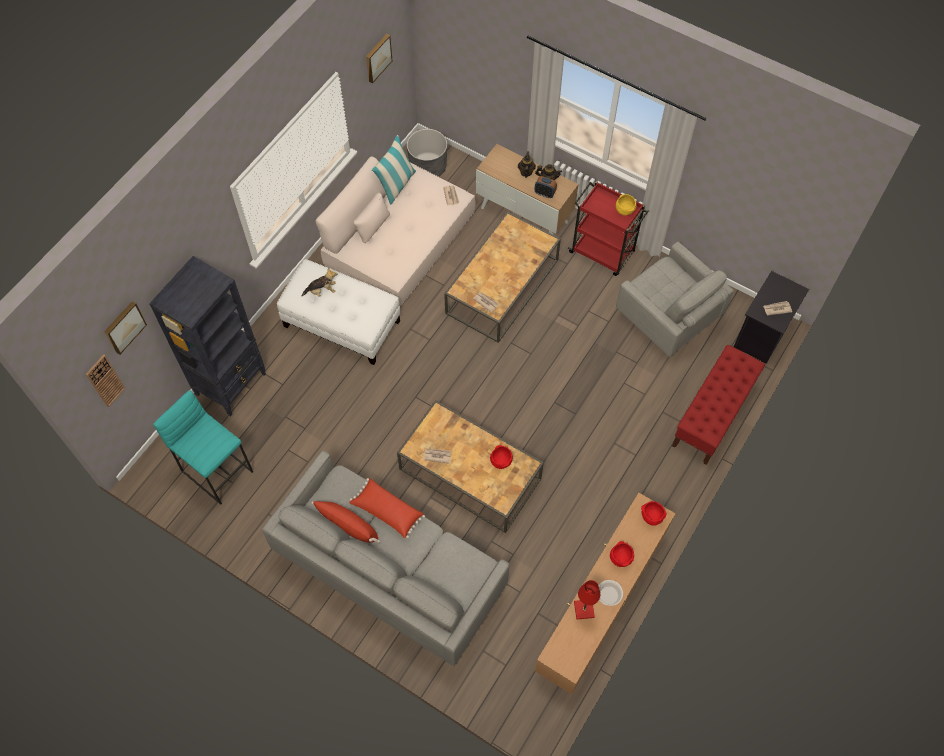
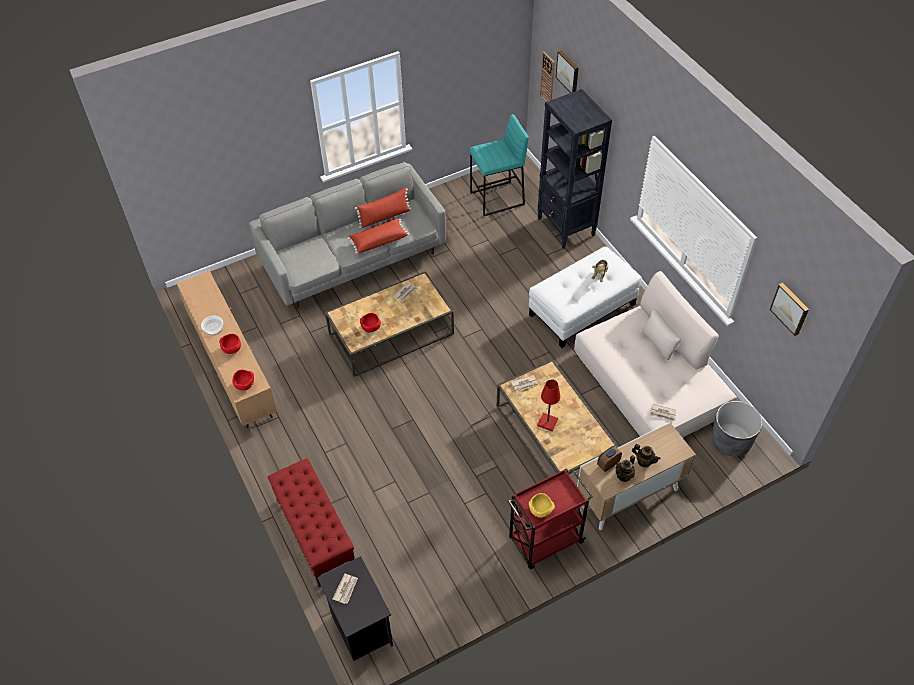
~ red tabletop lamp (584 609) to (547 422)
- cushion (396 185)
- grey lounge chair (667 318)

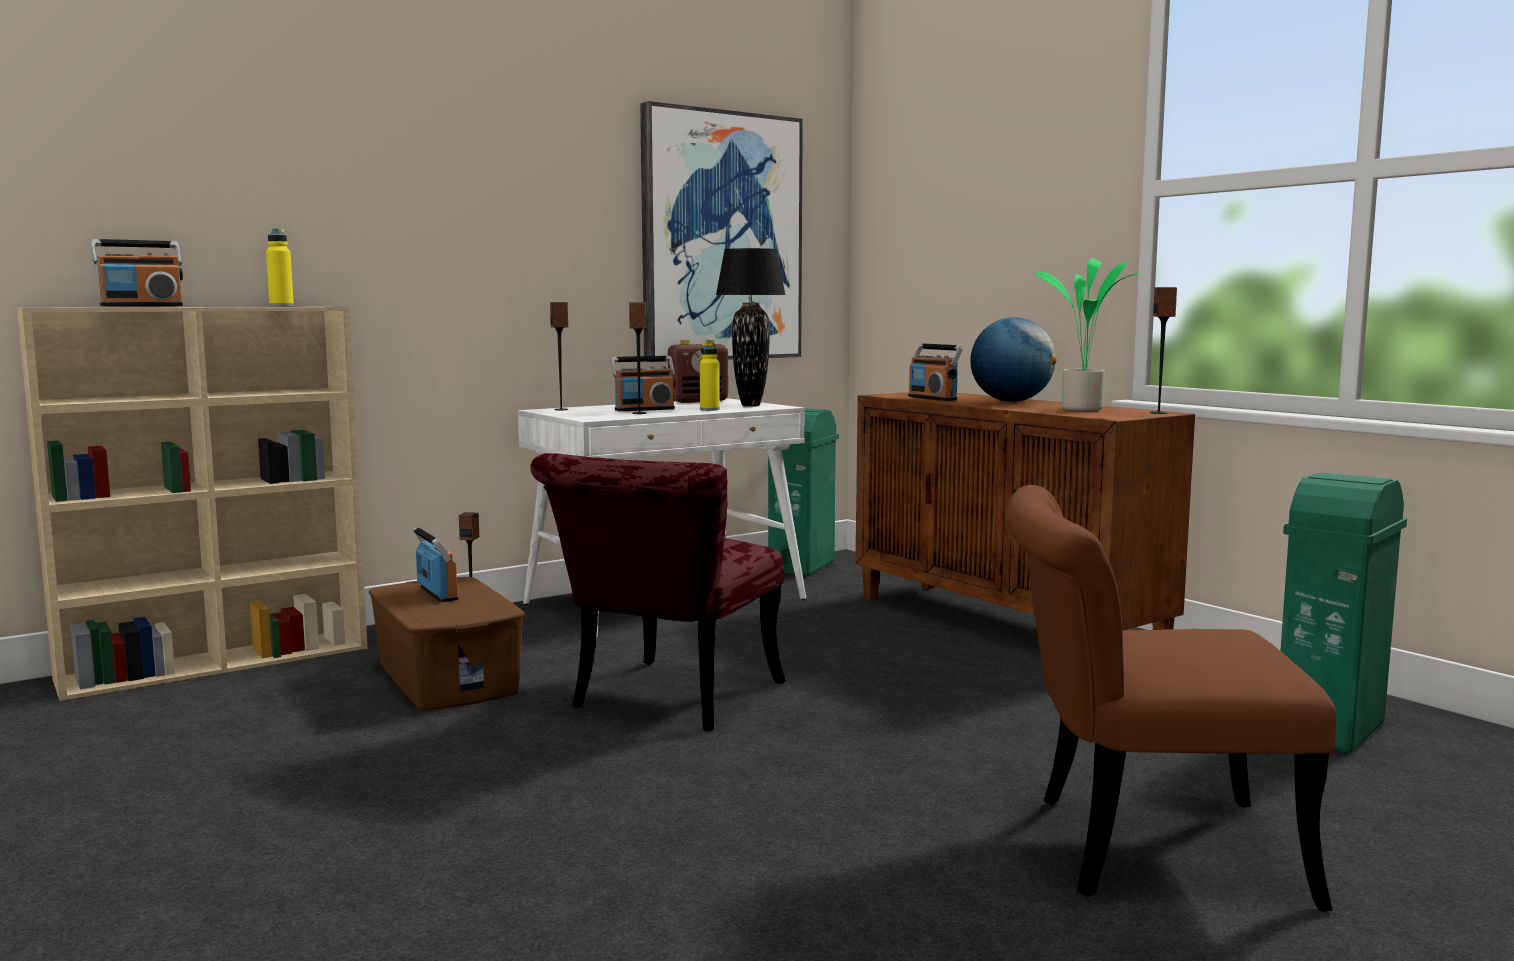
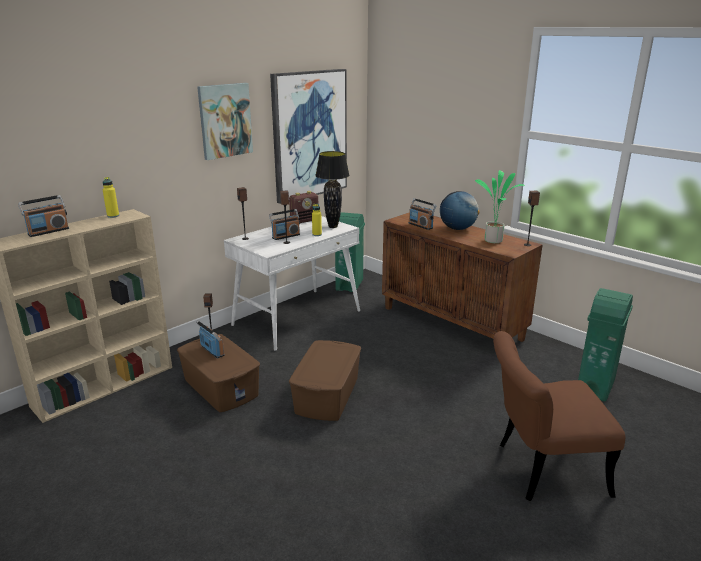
+ wall picture (225 120)
~ red plain chair (667 702) to brown-coloured storage bin (326 395)

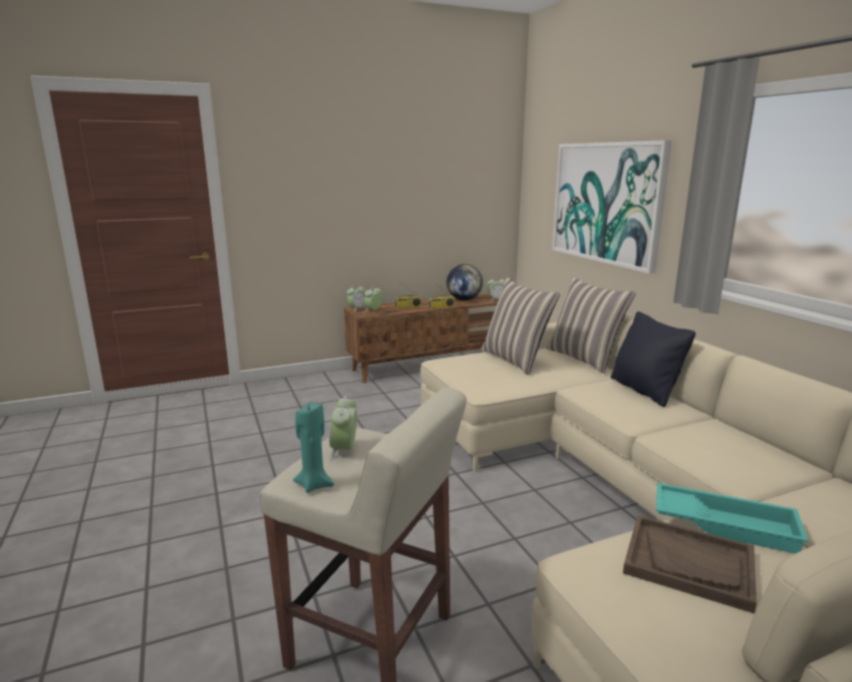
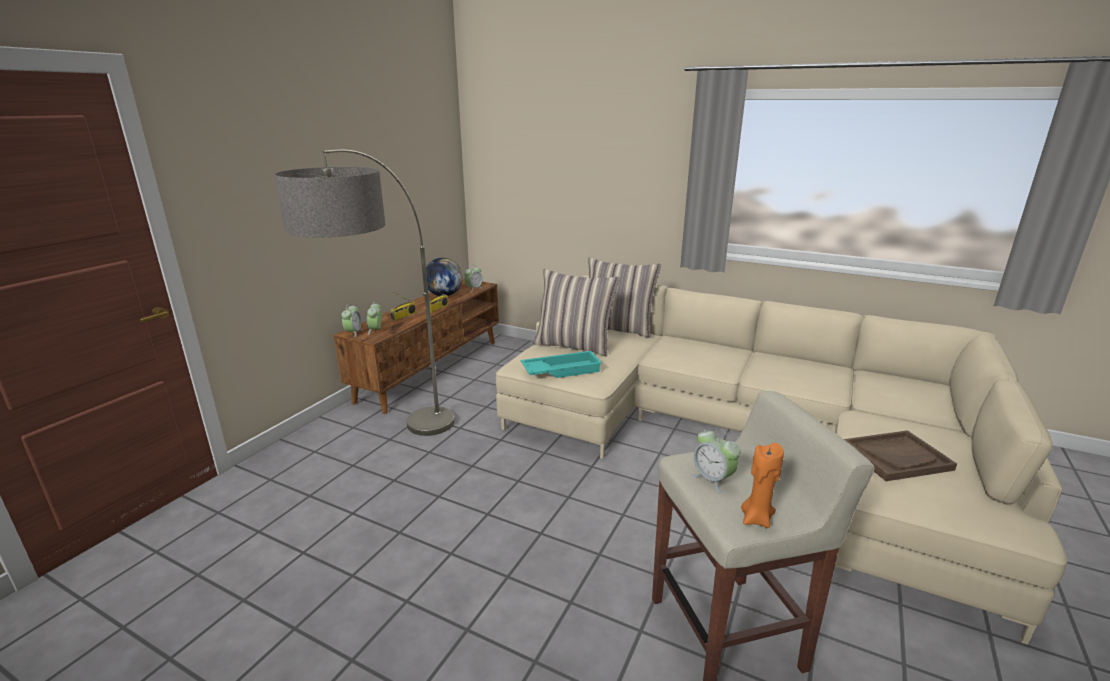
+ standard lamp (393 452)
~ turquoise-coloured carrying tray (725 523) to (561 370)
~ turquoise-coloured wax candle (314 484) to orange wax candle (756 519)
- wall picture (606 203)
- blackish cushion (644 390)

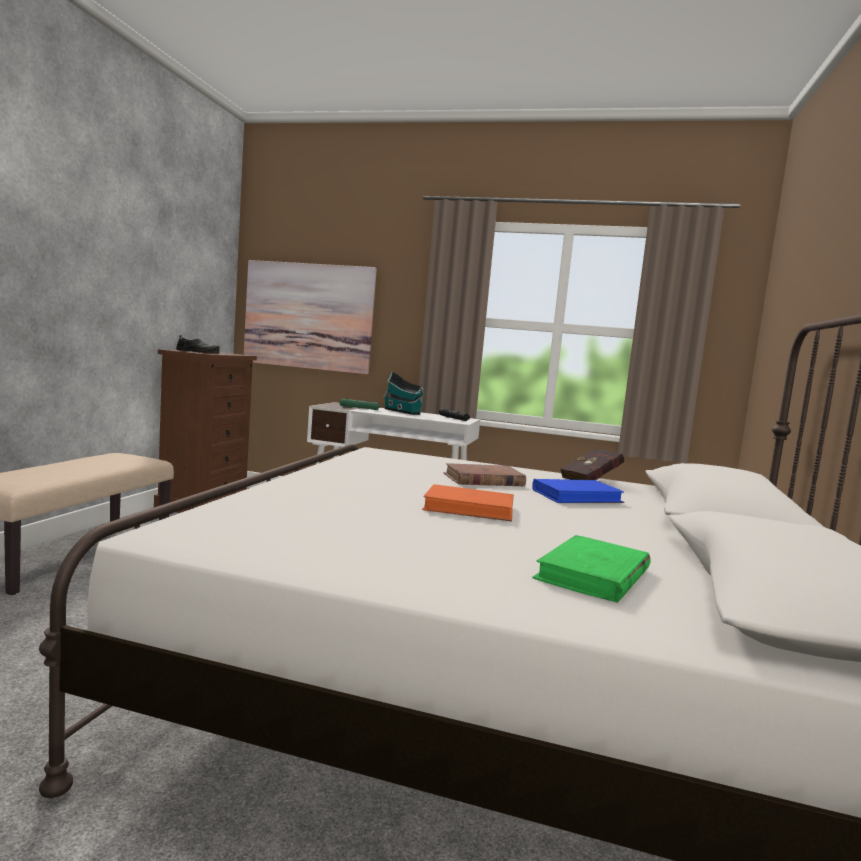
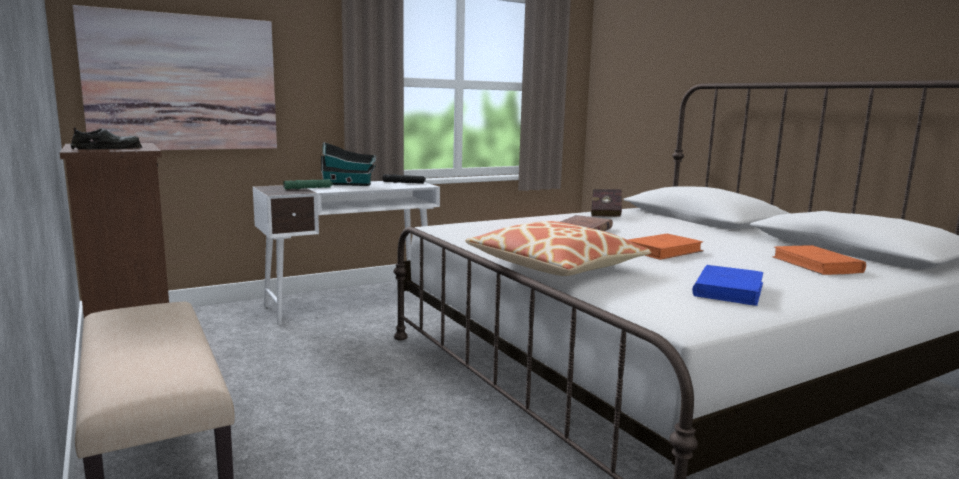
+ cushion (556 266)
~ bluish bound book (577 496) to (728 290)
~ green bound book (593 575) to orange bound book (817 265)

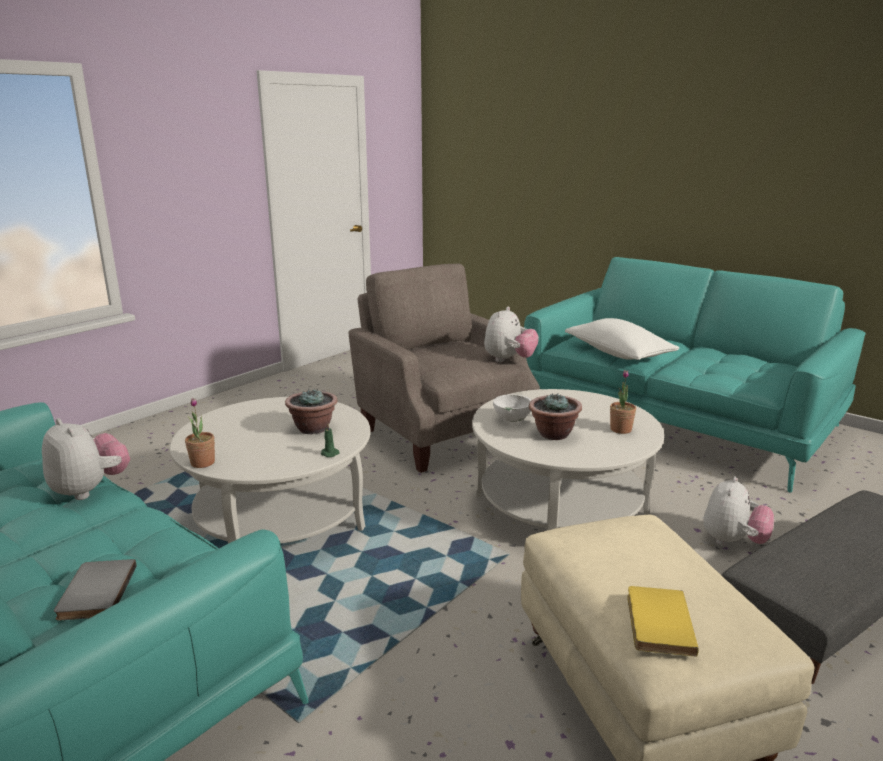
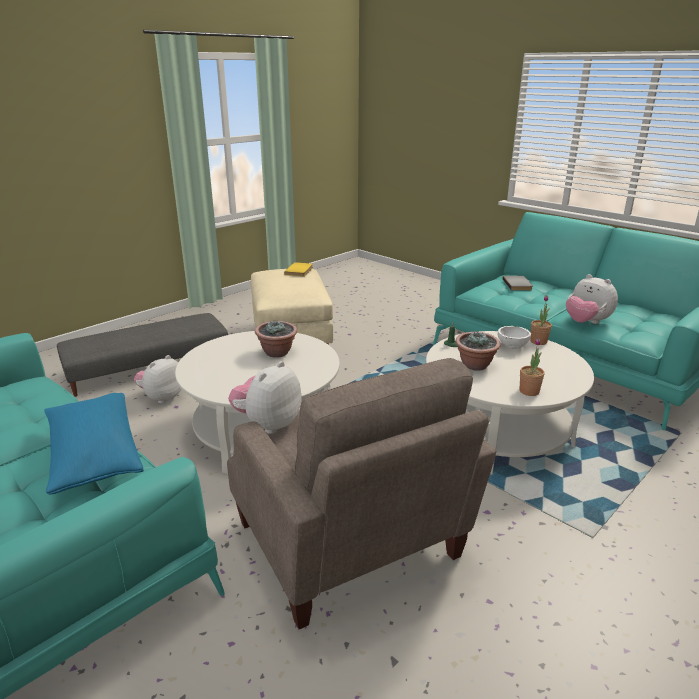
~ whitish cushion (618 354) to bluish cushion (94 456)
~ whitish deep dish (511 420) to (512 347)
~ potted plant (620 429) to (529 391)

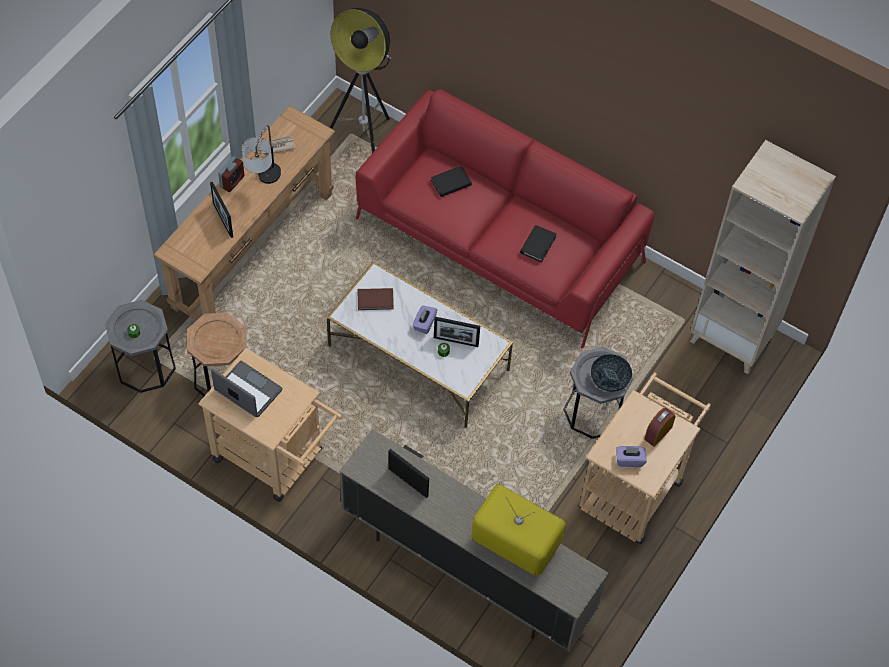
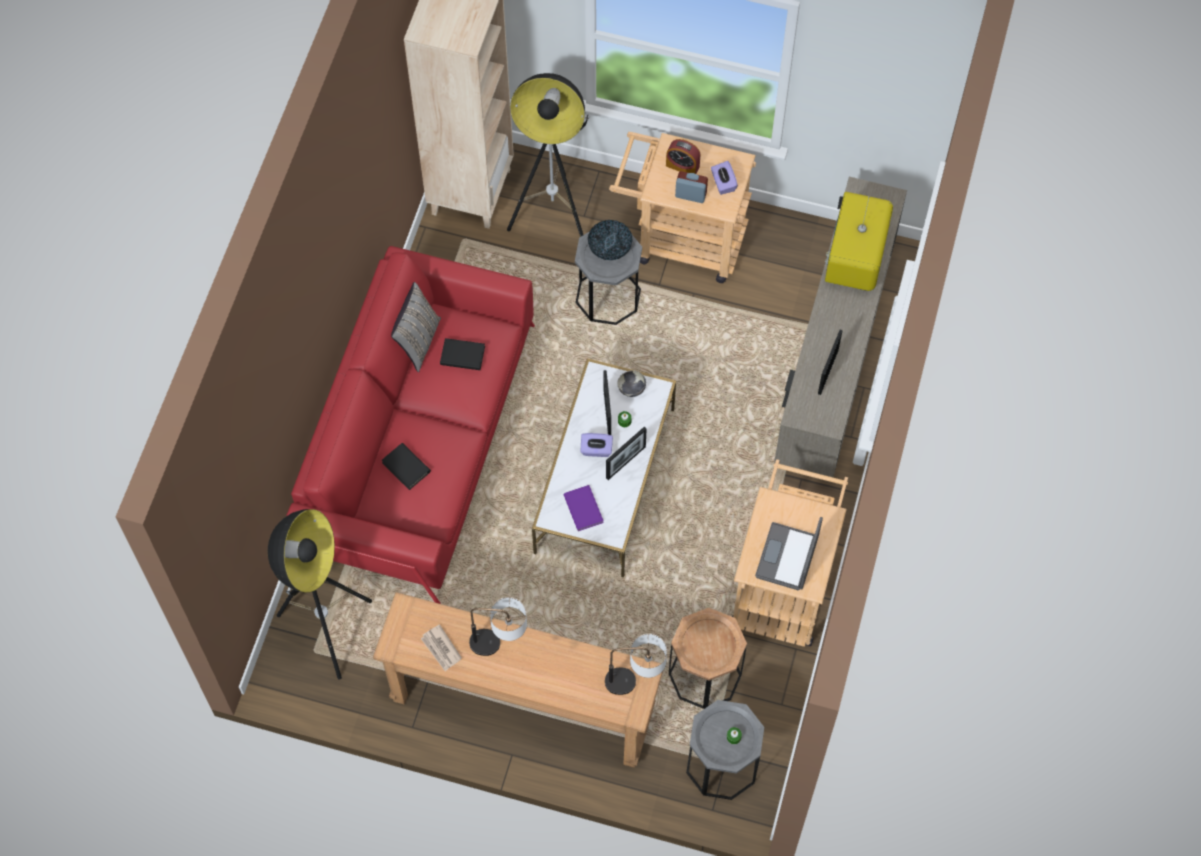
+ grey cushion (417 341)
+ standard lamp (553 214)
~ brown-coloured bound book (376 300) to purple-coloured bound book (584 508)
+ tabletop lamp (635 681)
~ photo frame (223 220) to (625 462)
+ deep dish (631 389)
~ alarm clock (232 181) to (690 195)

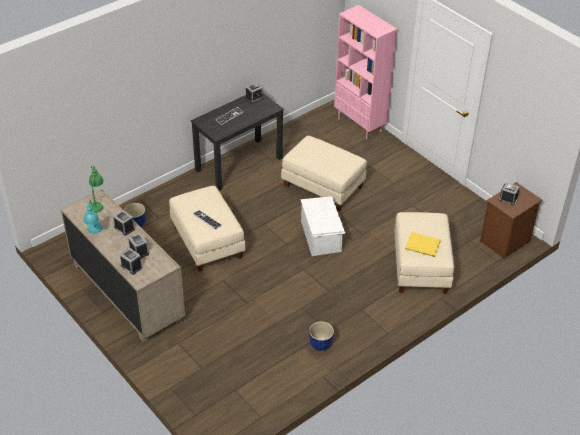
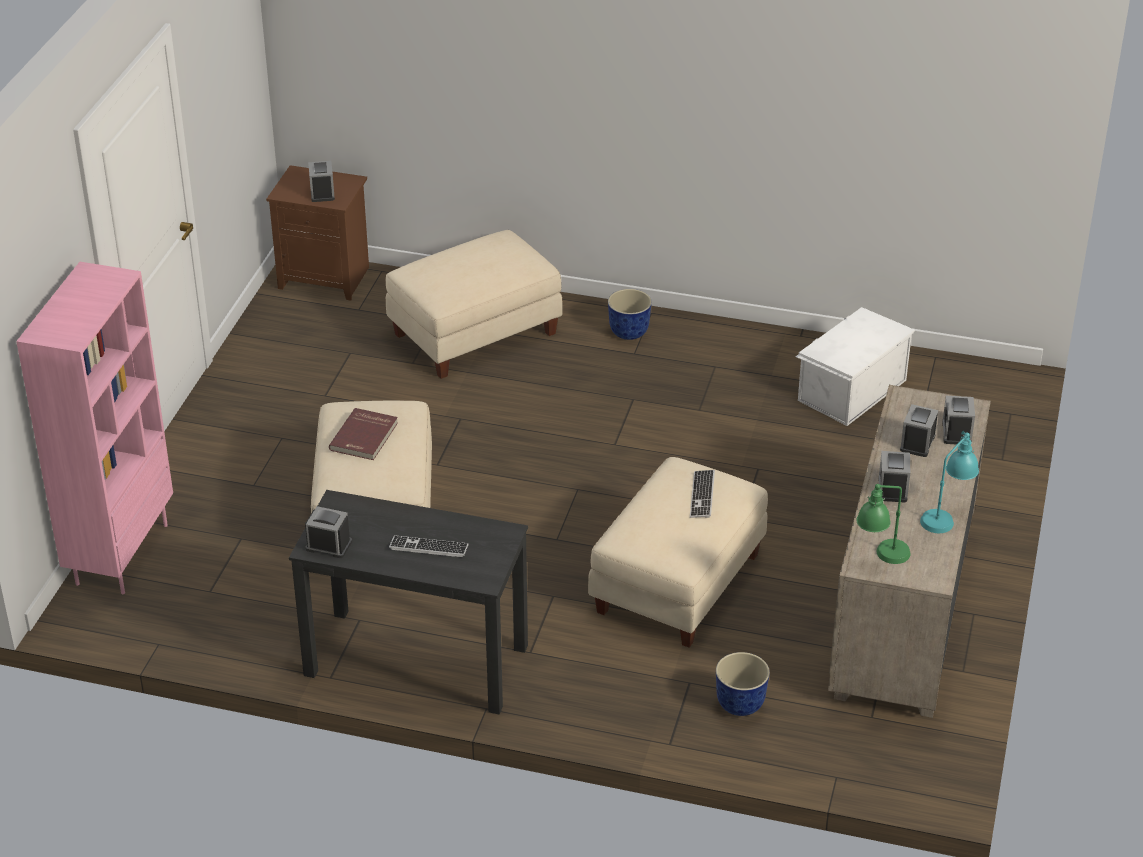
+ red bound book (365 437)
~ plant pot (321 344) to (628 332)
~ whitish storage bin (321 236) to (850 390)
- yellow bound book (422 245)

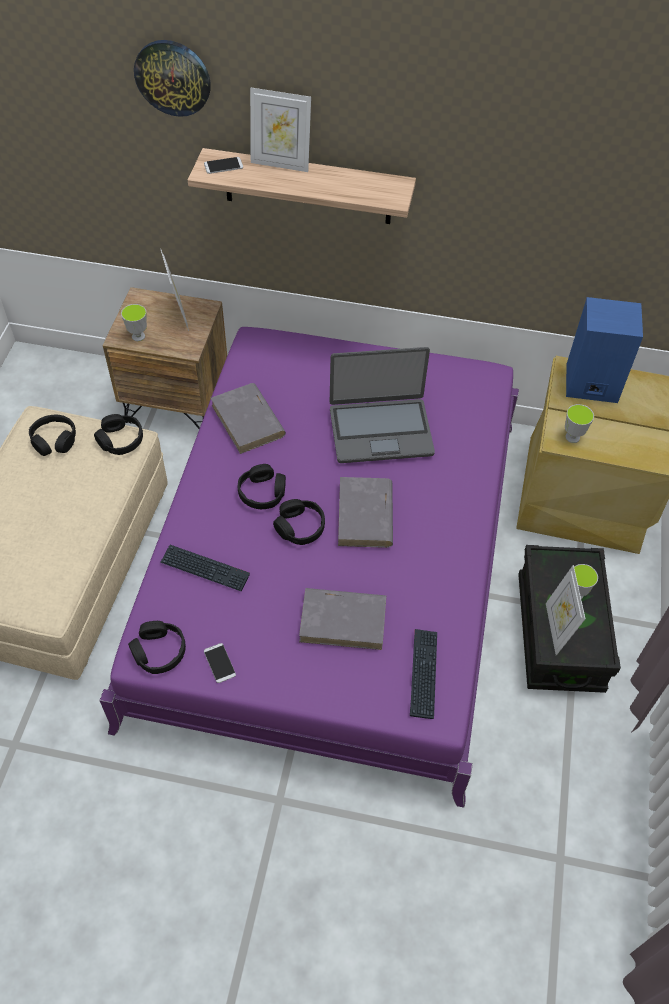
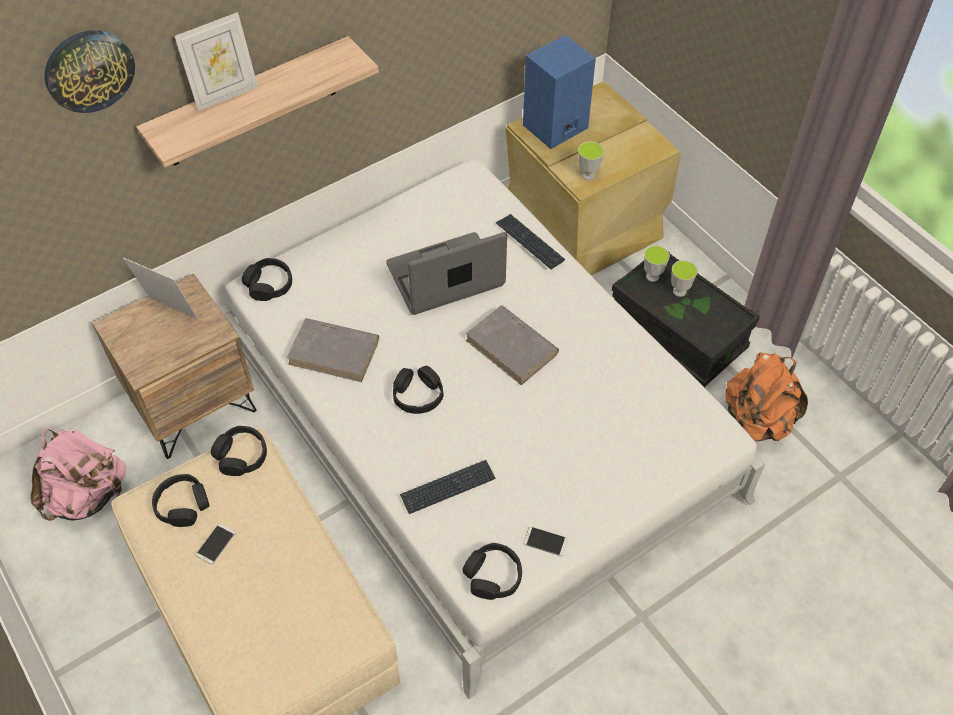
+ pink-coloured backpack (87 495)
~ handset (223 166) to (216 544)
~ purple-coloured bedroom bed (332 564) to whitish bedroom bed (476 422)
~ blackish pair of headphones (300 527) to (269 285)
~ notebook computer (380 430) = (446 277) 150 degrees counterclockwise
~ keyboard (423 673) to (529 242)
~ cup (138 336) to (652 276)
+ orange backpack (756 421)
- grey bound book (344 620)
- photo frame (556 628)

